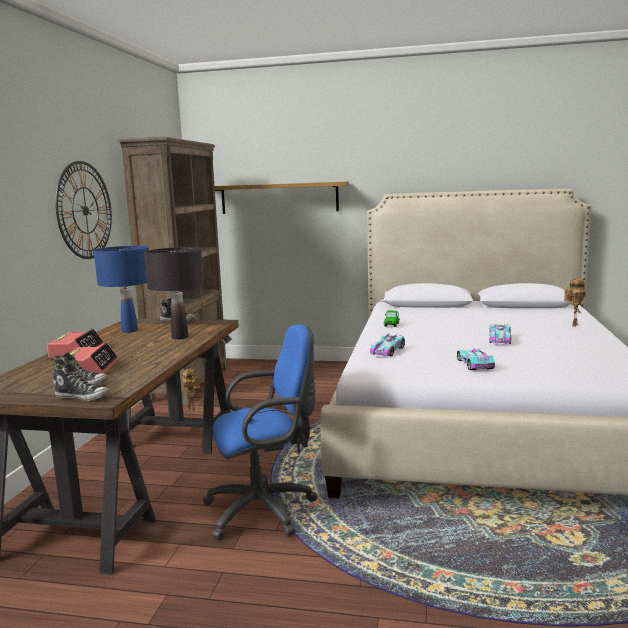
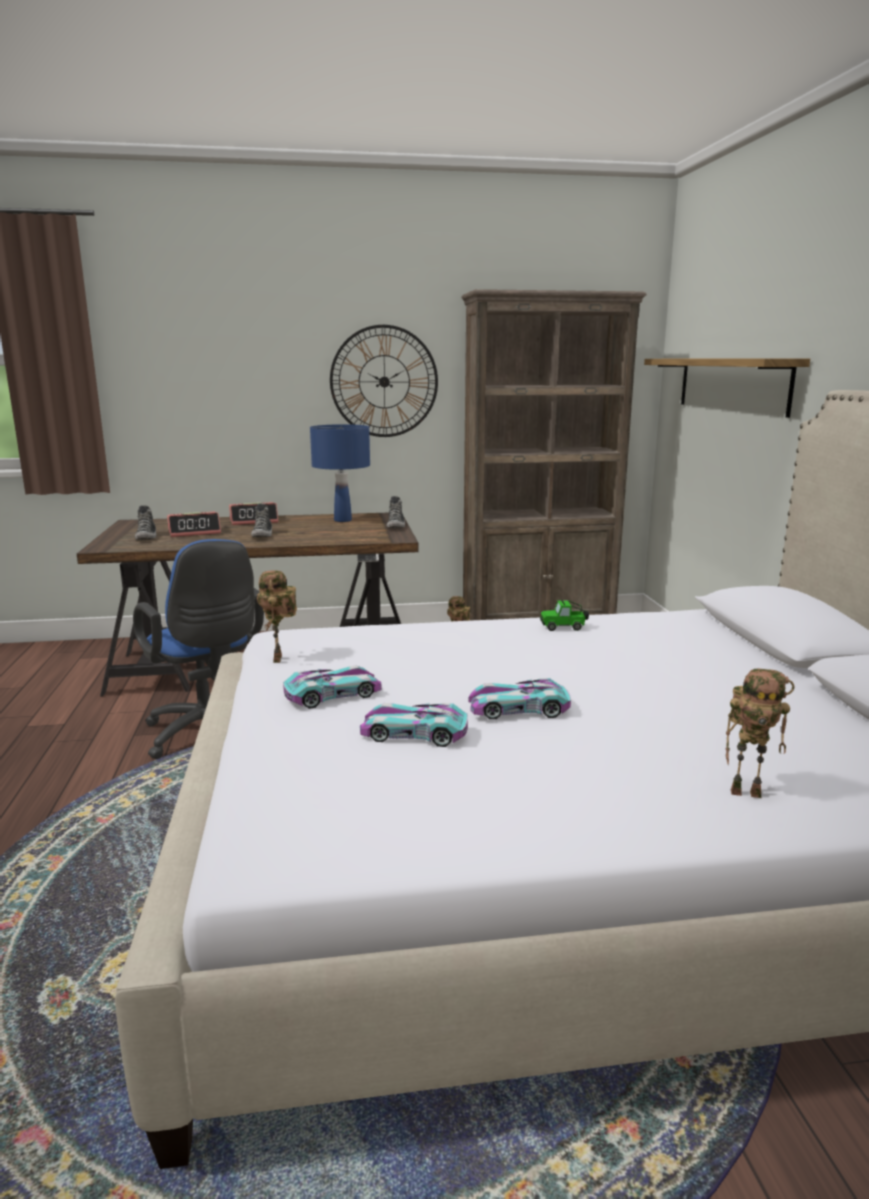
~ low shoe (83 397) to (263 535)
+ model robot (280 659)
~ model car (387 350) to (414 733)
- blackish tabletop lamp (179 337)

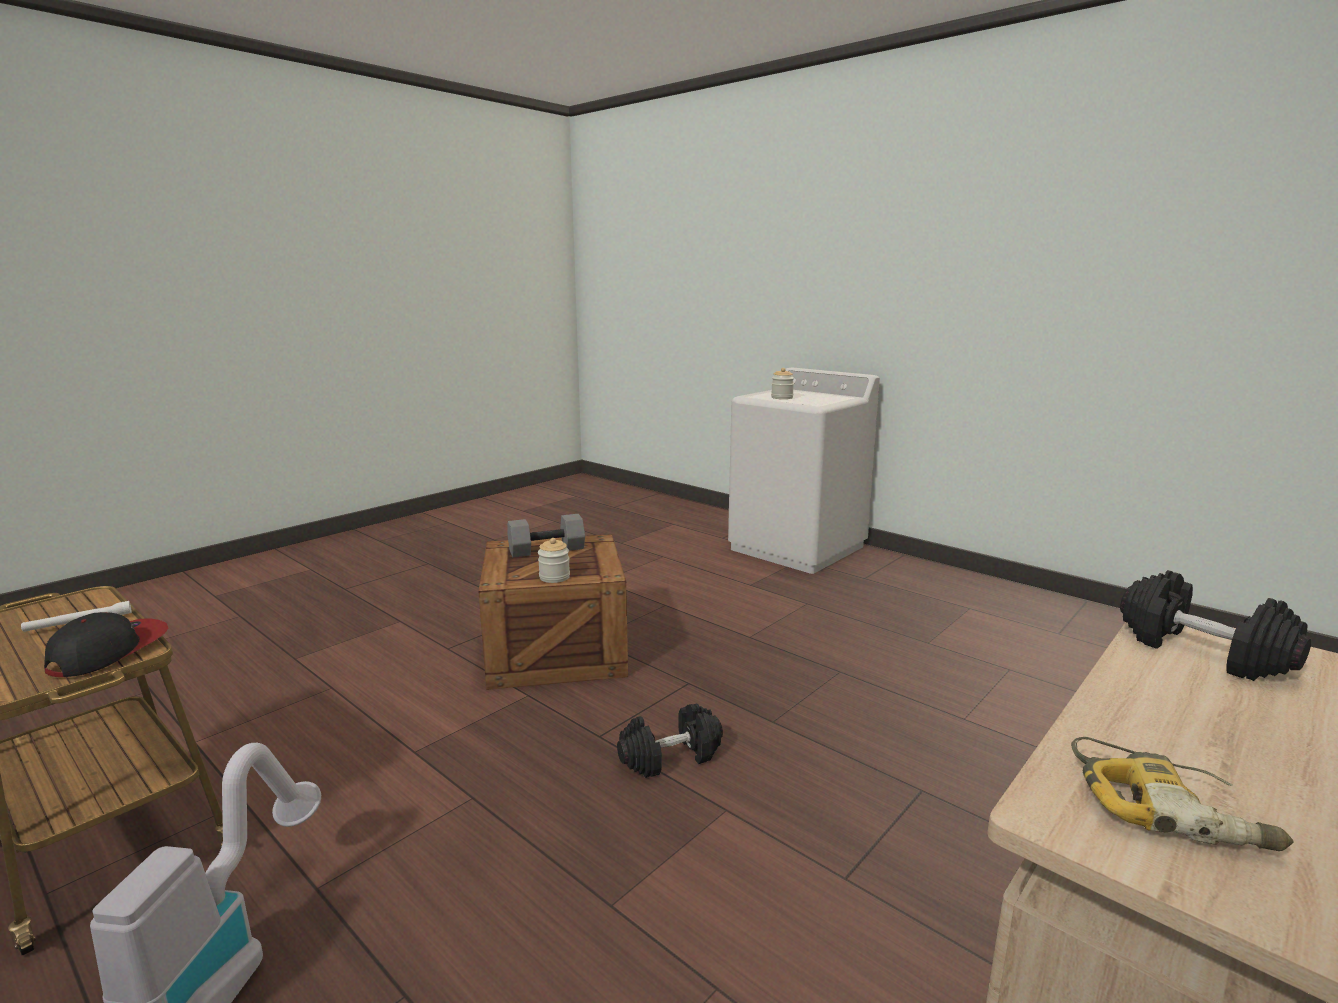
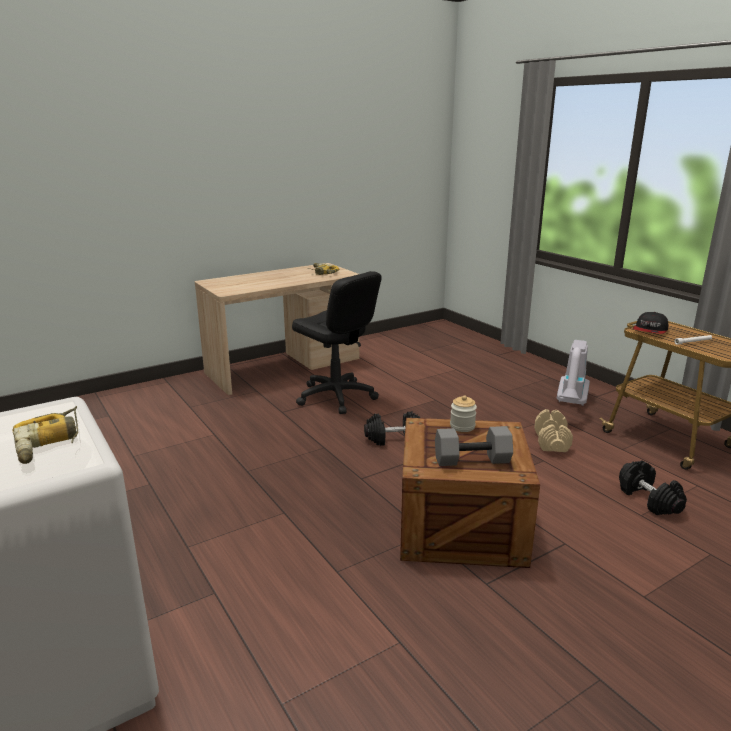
~ storage jar (782 397) to electric drill (50 443)
+ blackish desk chair (336 397)
+ beige free weight (552 442)
~ blackish free weight (1201 651) to (649 500)

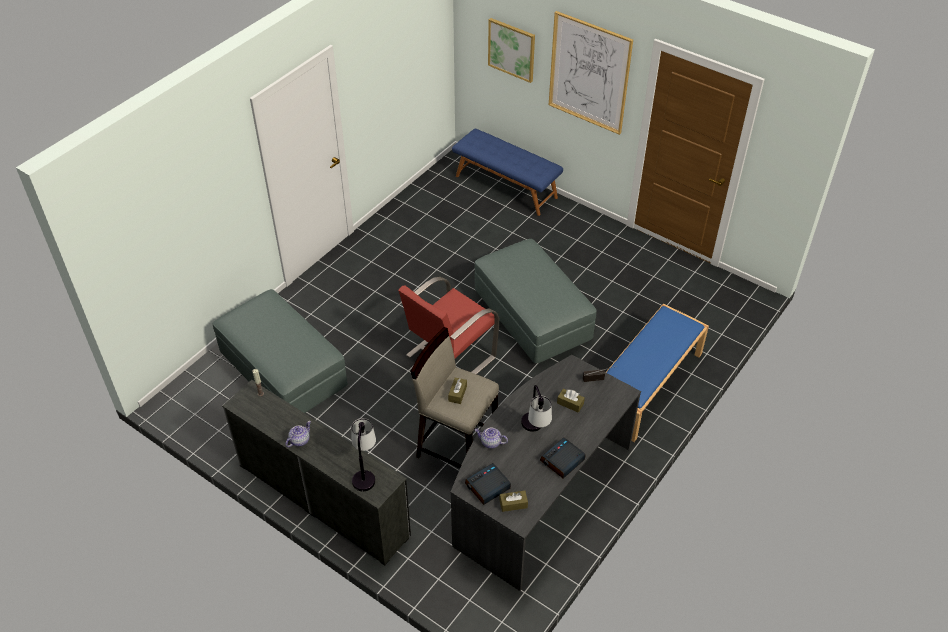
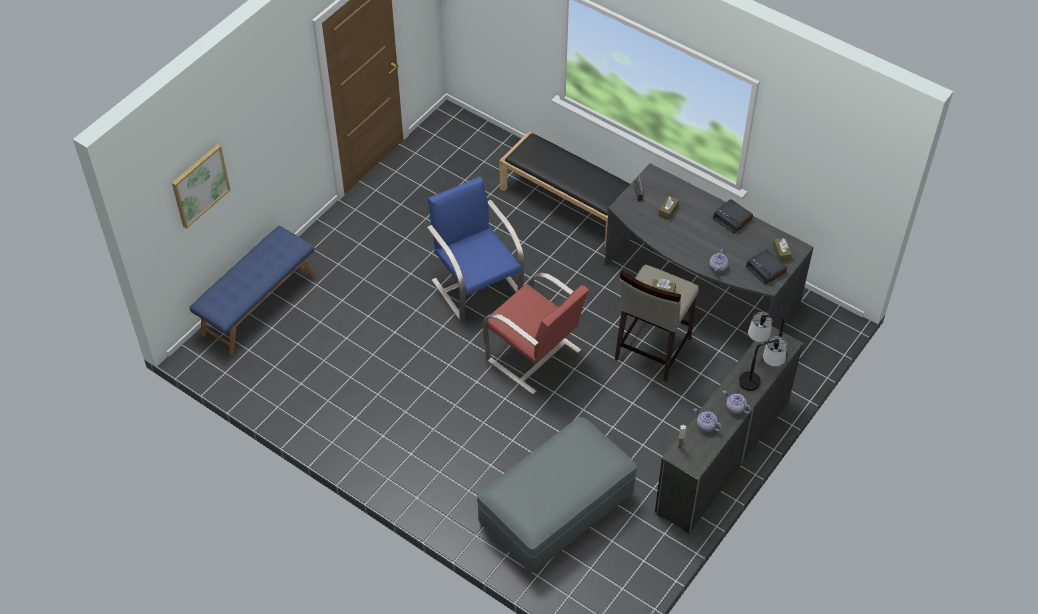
~ grey footrest (532 316) to bluish lounge chair (476 286)
~ bluish bench (646 385) to blackish bench (569 203)
+ tea pot (706 426)
~ tabletop lamp (535 431) to (759 379)
- wall picture (589 73)

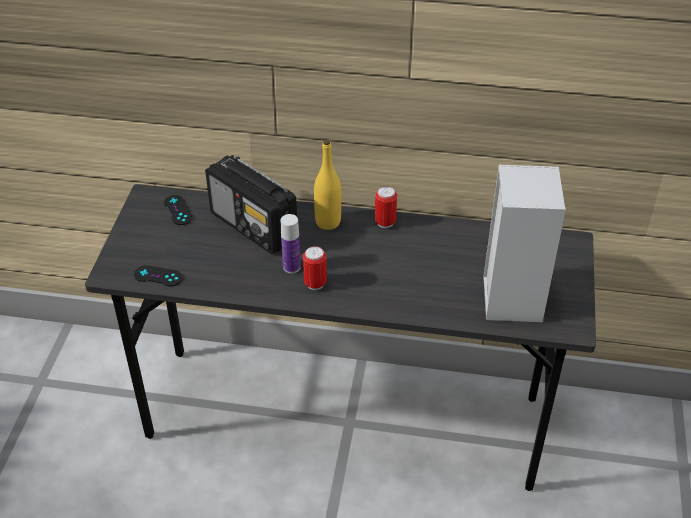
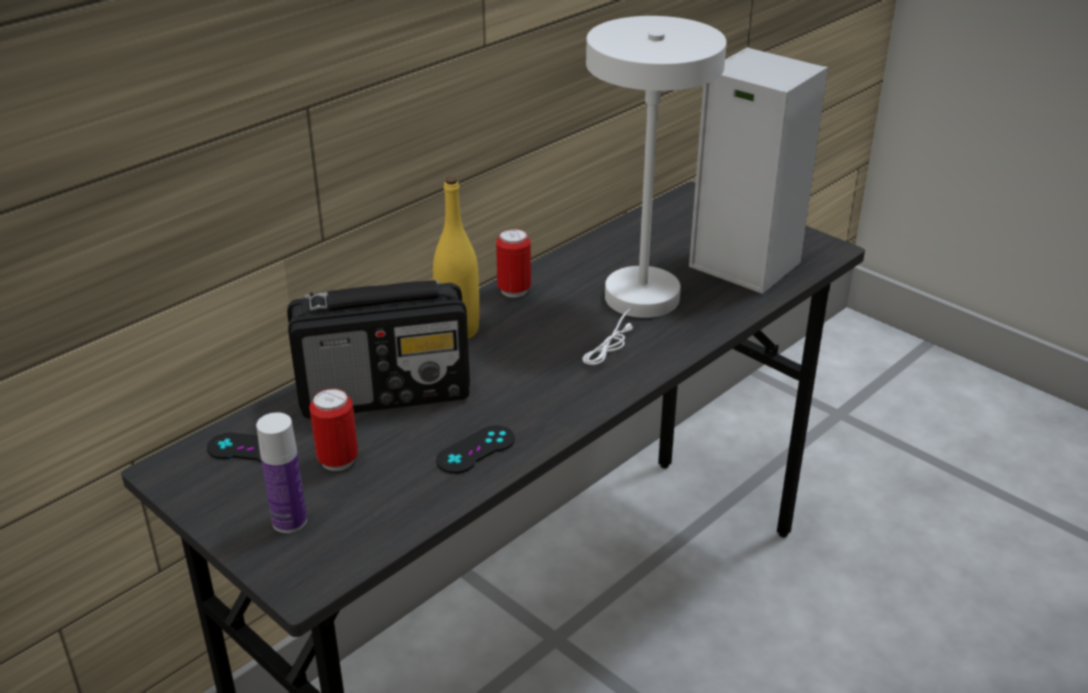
~ beverage bottle (291 267) to (289 521)
~ sealed can (315 283) to (338 460)
~ blackish joypad (158 276) to (476 450)
+ whitish tabletop lamp (638 305)

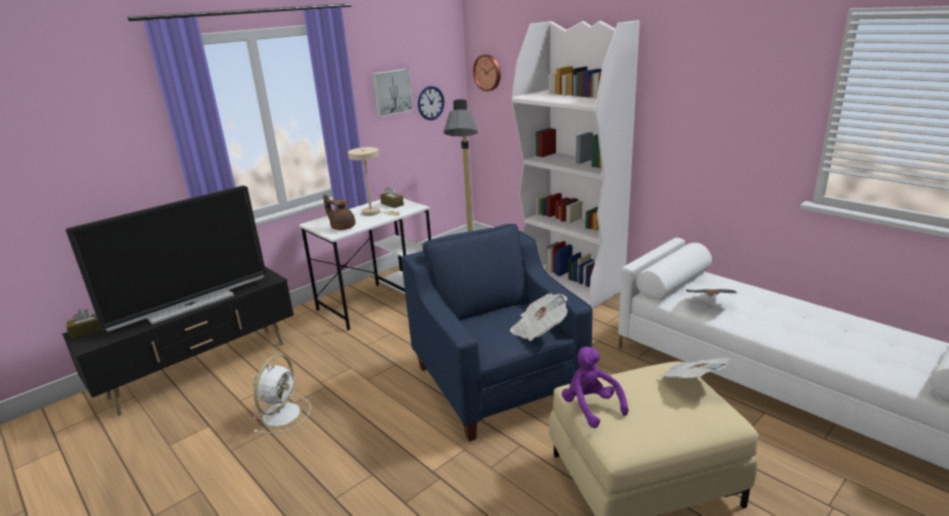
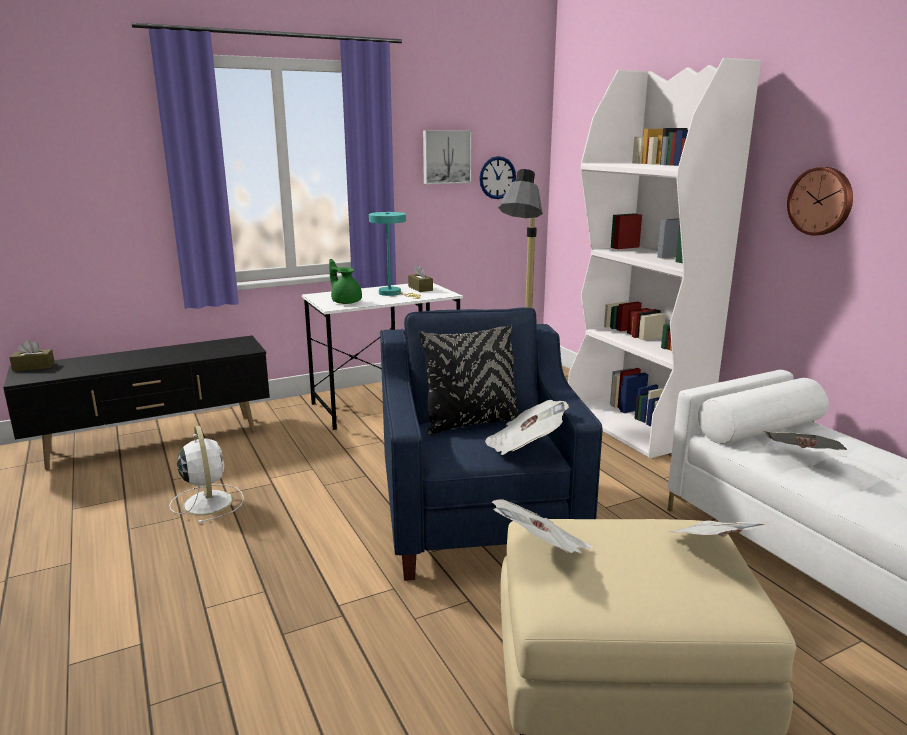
~ whitish electric fan (282 413) = (207 502) 60 degrees counterclockwise
~ brown-coloured tea pot (342 227) to green tea pot (346 302)
~ beige tabletop lamp (374 213) to turquoise-coloured tabletop lamp (393 293)
+ blackish cushion (471 423)
~ purple-coloured plush toy (591 407) to daily paper (542 550)
~ hanging clock (488 72) to (821 201)
- television (190 305)

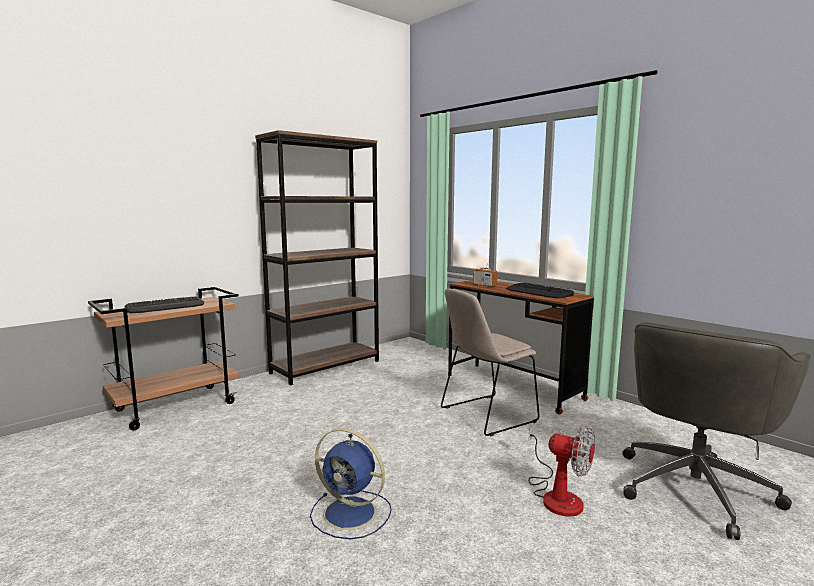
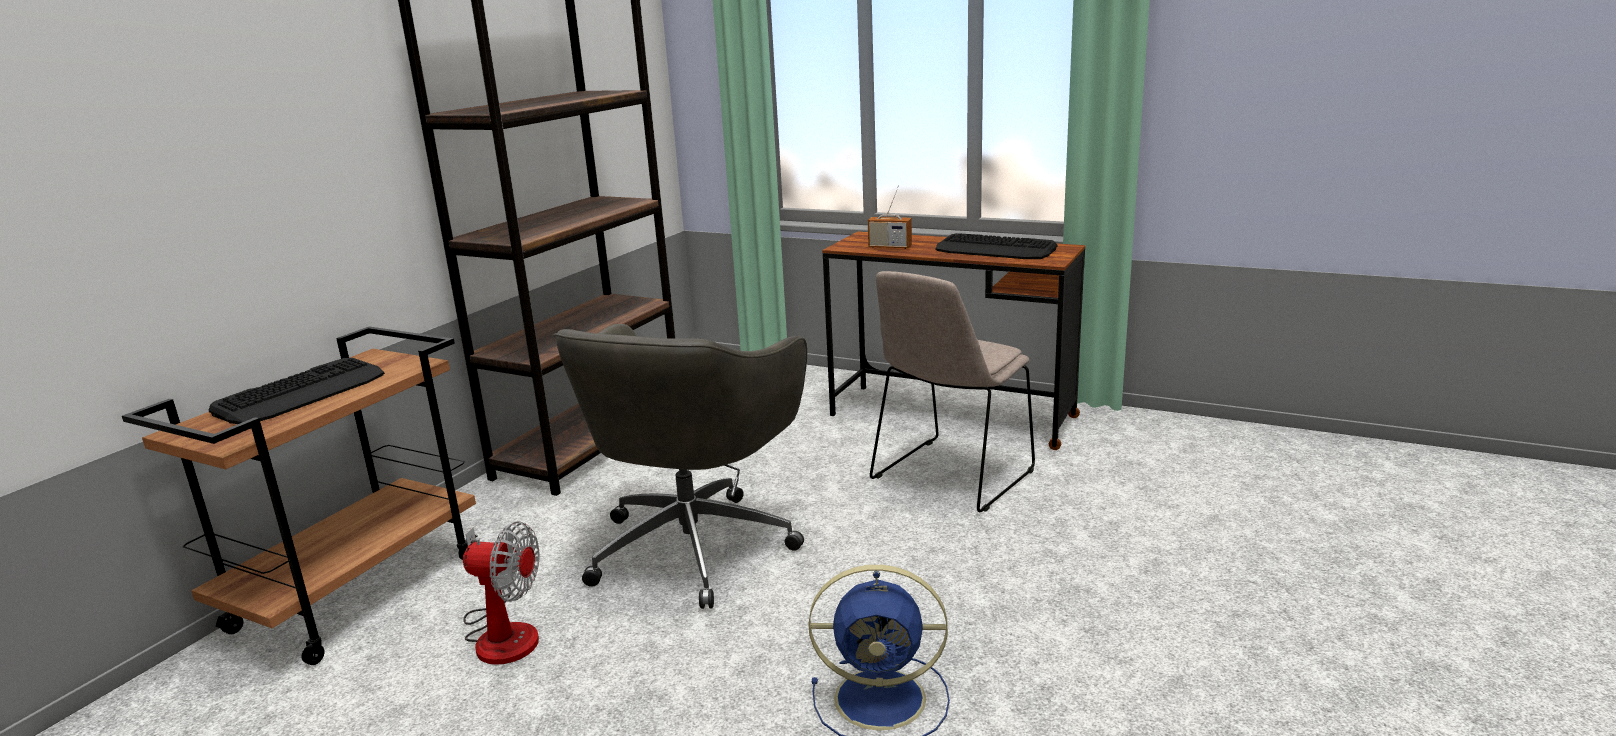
~ electric fan (557 495) to (503 632)
~ grey desk chair (695 487) to (695 545)

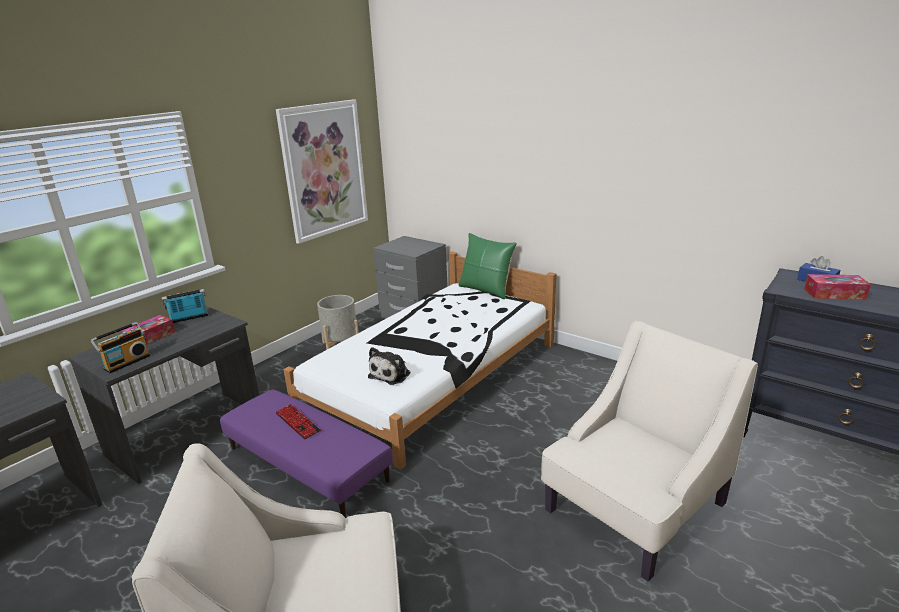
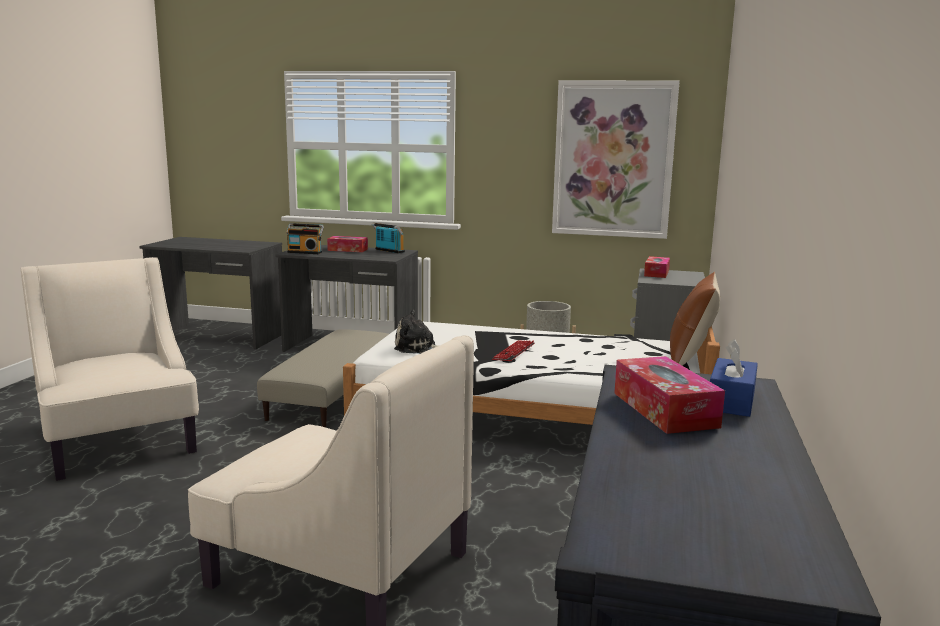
~ purple-coloured footrest (307 463) to beige footrest (333 392)
~ keyboard (297 422) to (514 352)
+ box of tissues (656 273)
~ green cushion (486 290) to brown-coloured cushion (691 357)

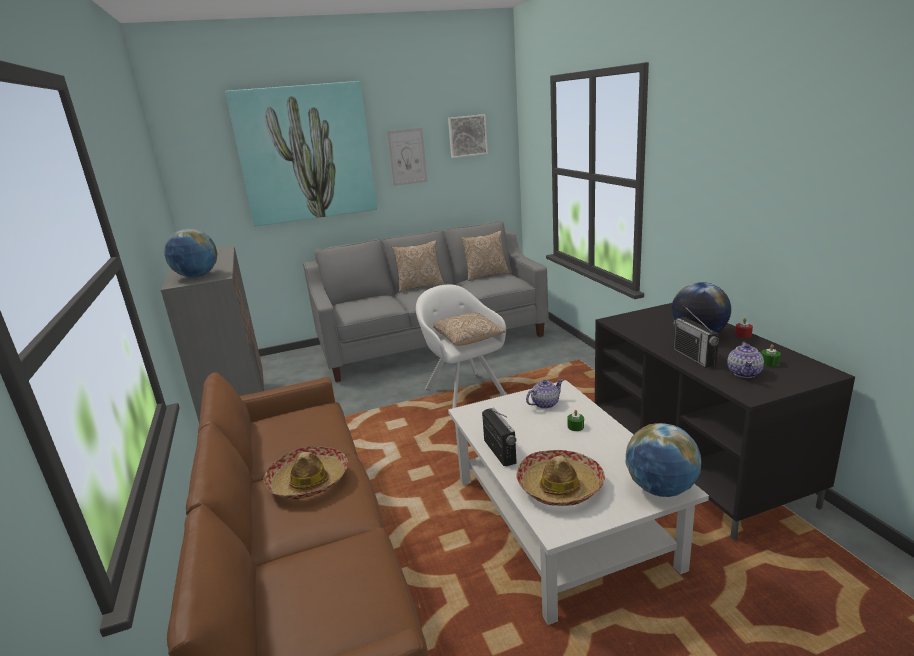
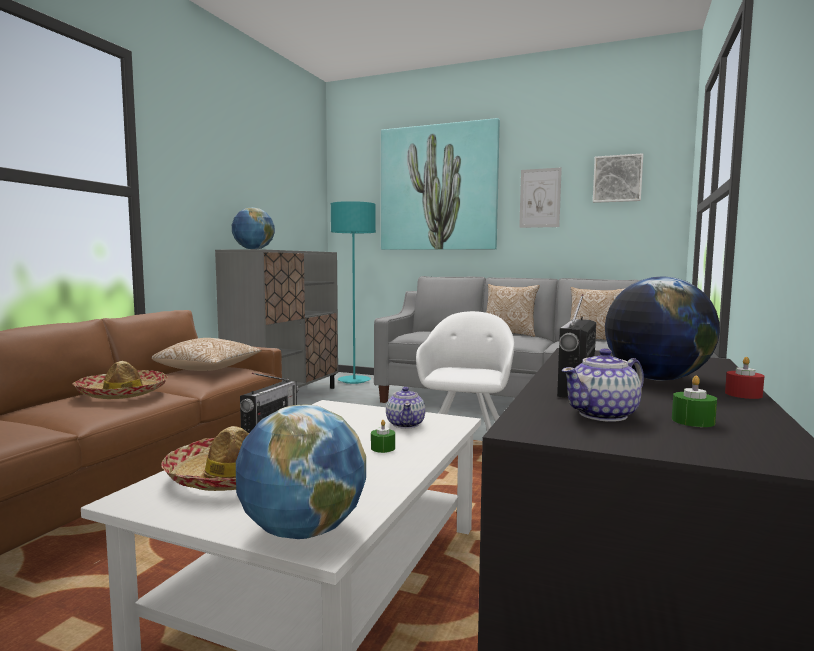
~ cushion (468 339) to (208 369)
+ turquoise-coloured standard lamp (354 381)
~ tea pot (544 404) = (406 424) 75 degrees clockwise

